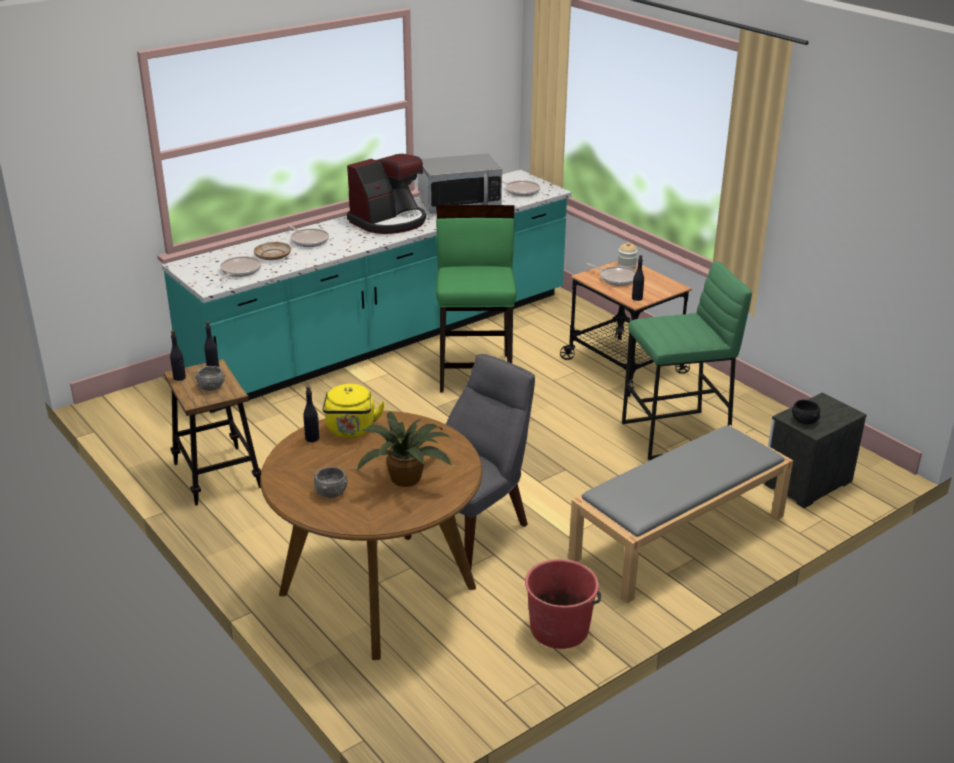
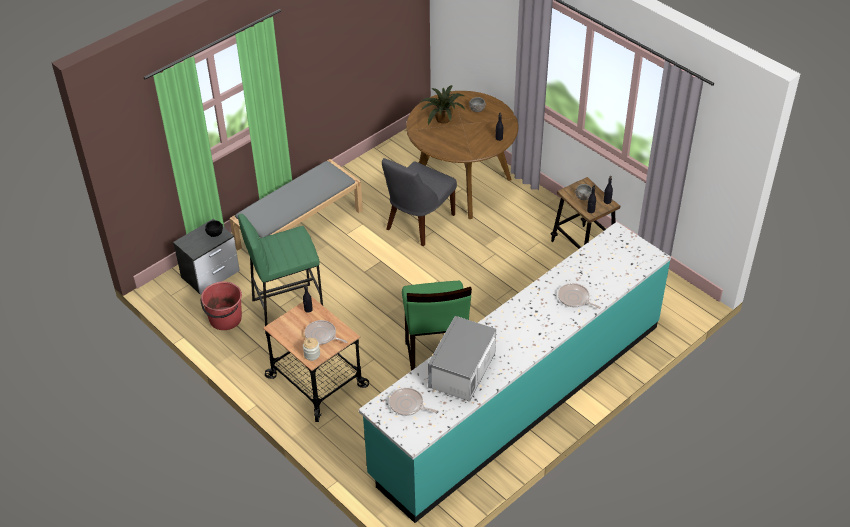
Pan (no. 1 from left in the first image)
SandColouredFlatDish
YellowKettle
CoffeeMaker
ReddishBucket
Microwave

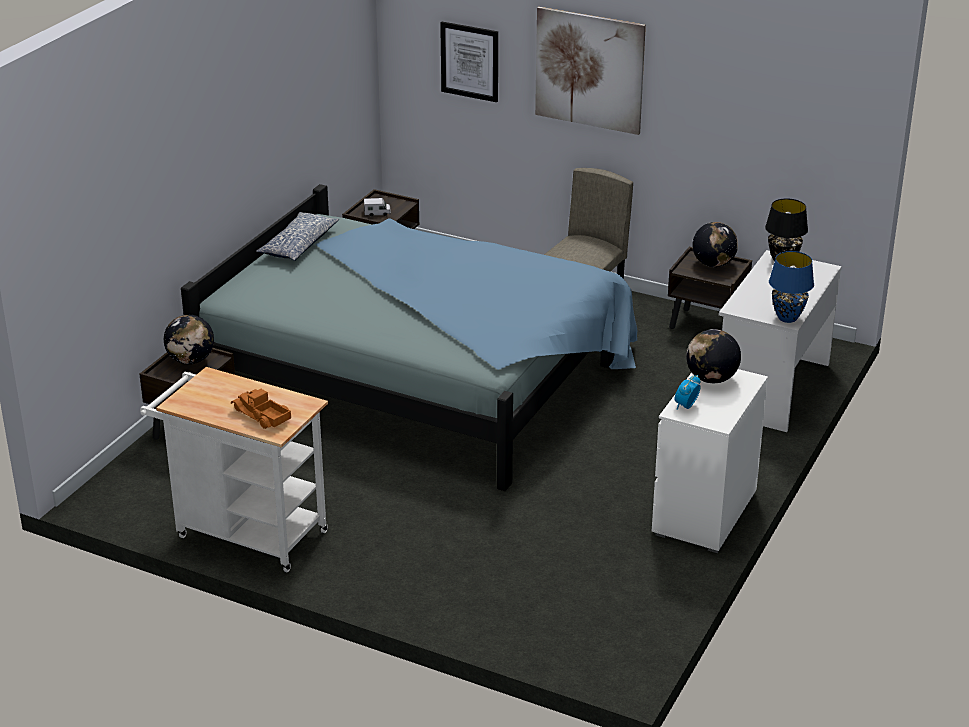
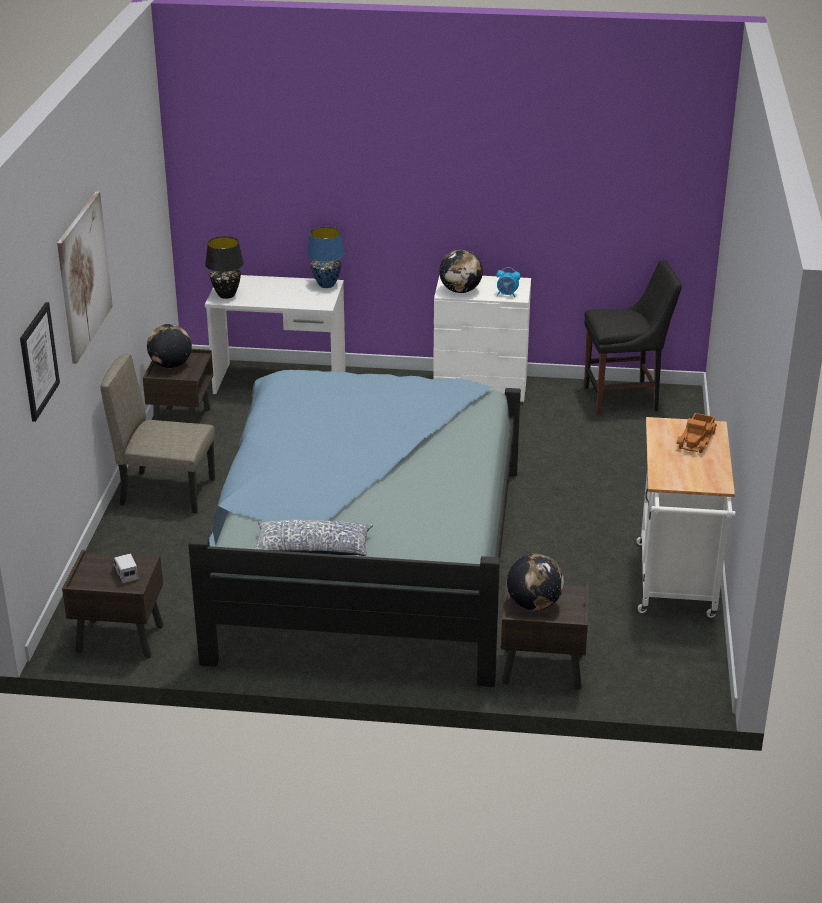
BlackChair

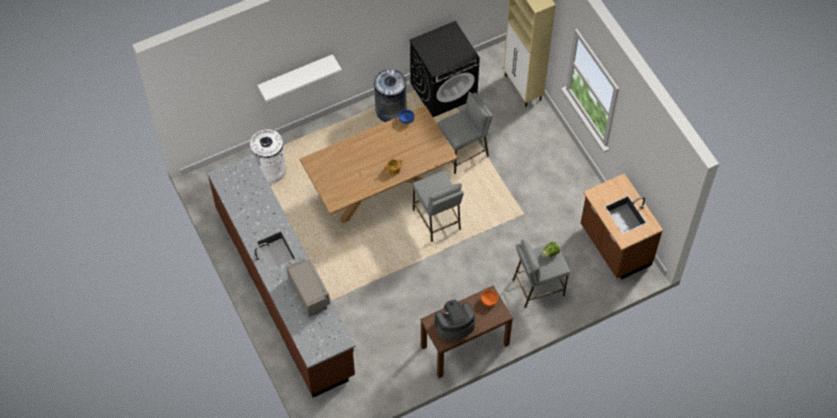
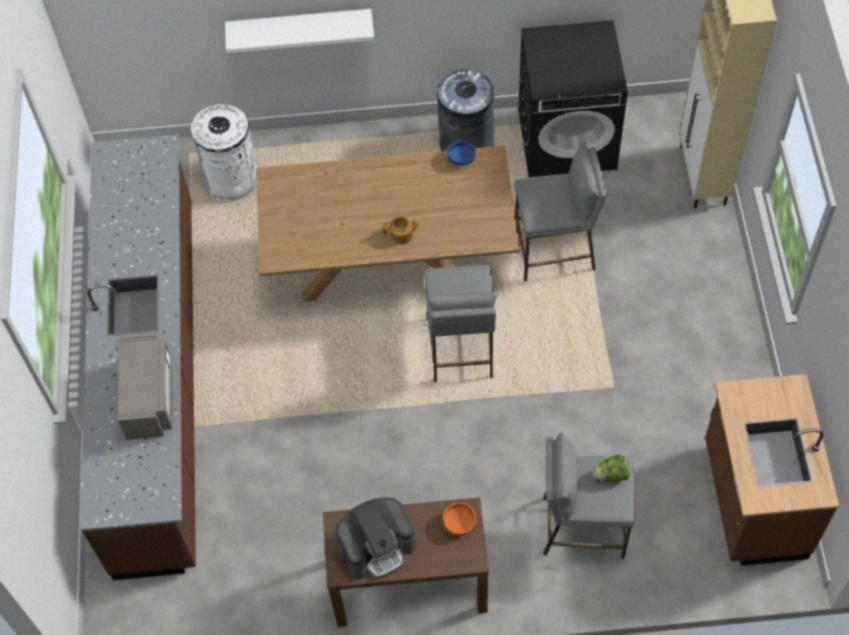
CoffeeMaker

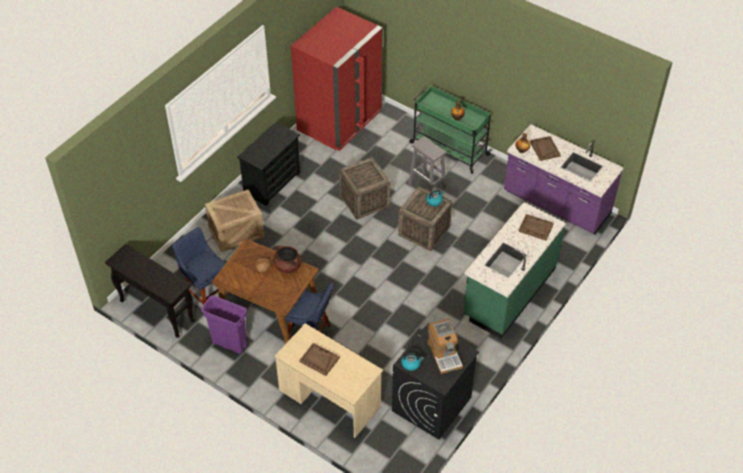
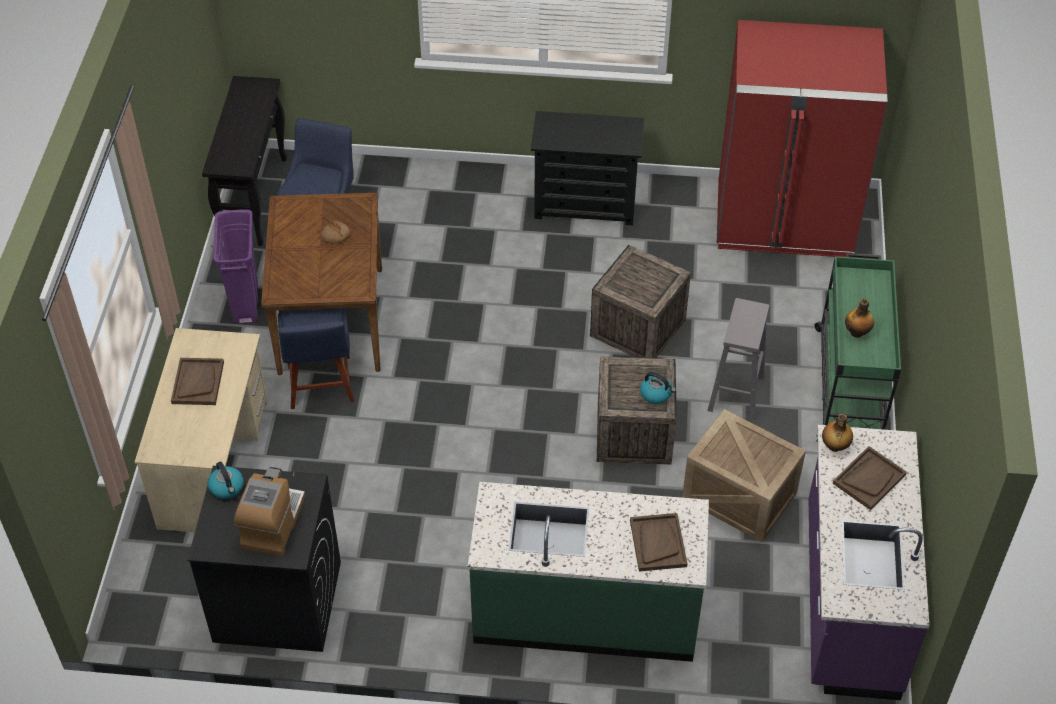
BrownStockpot
PackingCrate (no. 3 from left)
CoffeeMaker

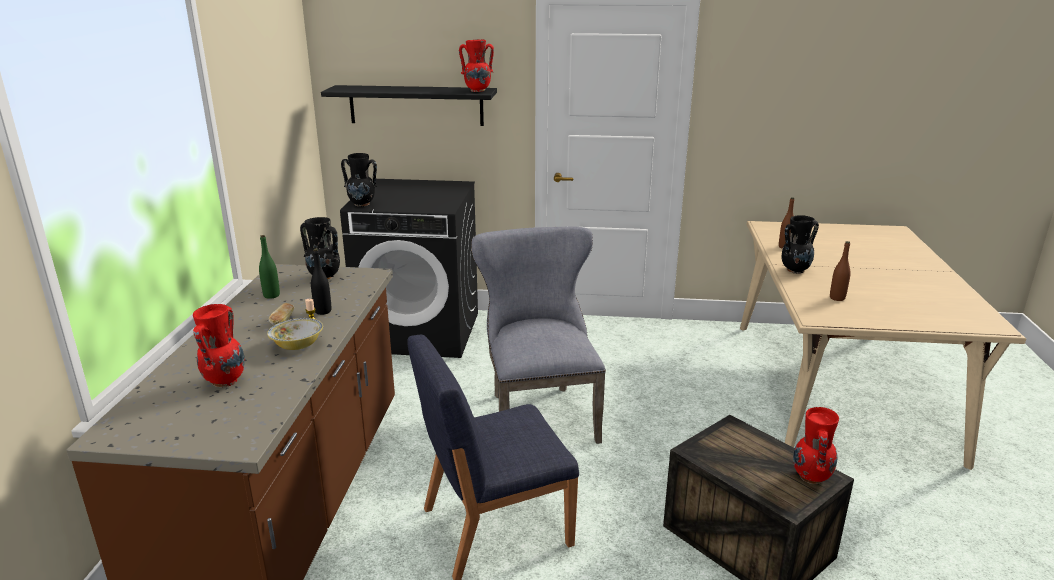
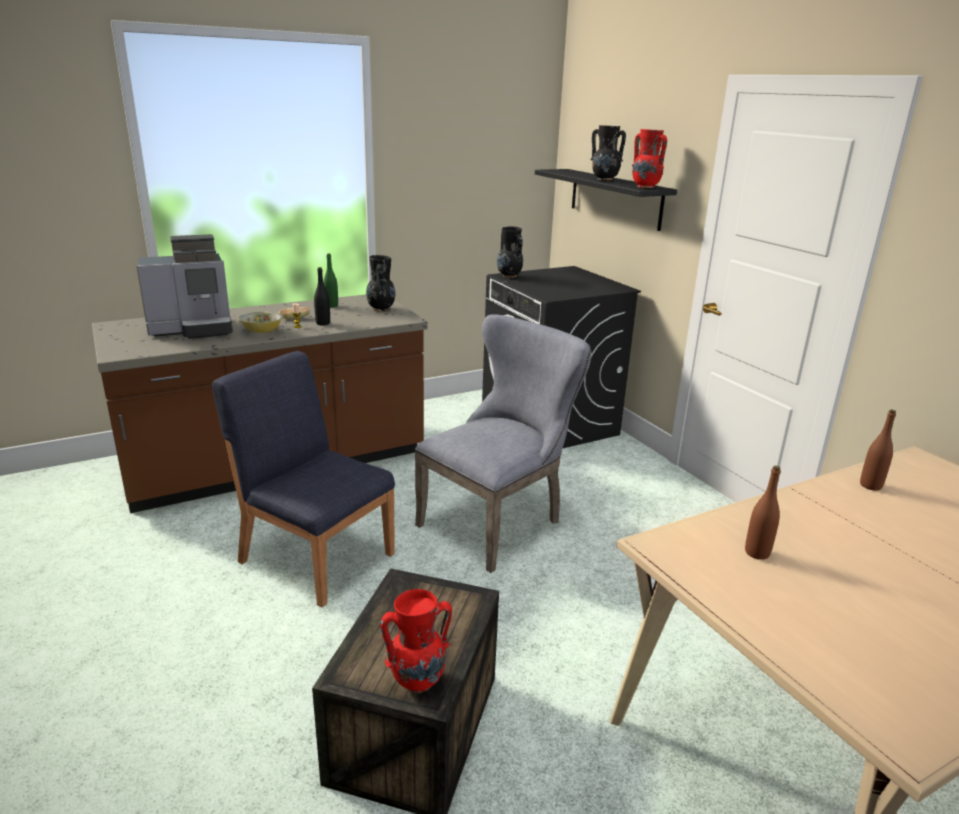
BlackFlowerVase (no. 3 from left)
CoffeeMaker

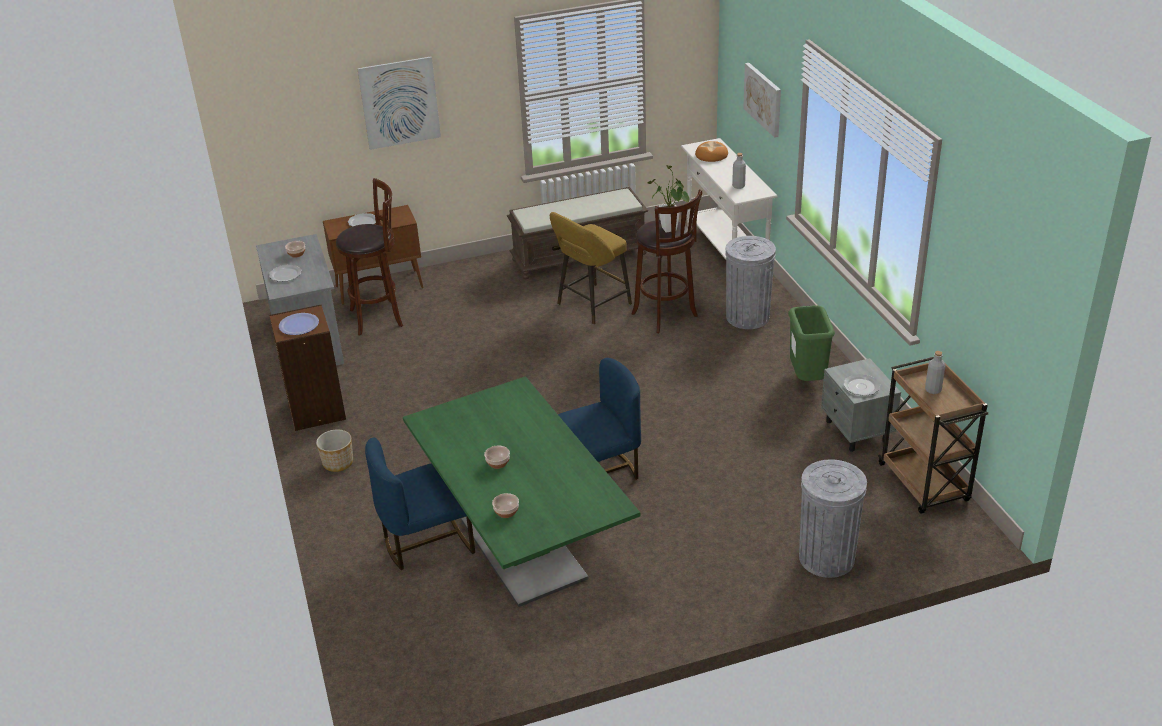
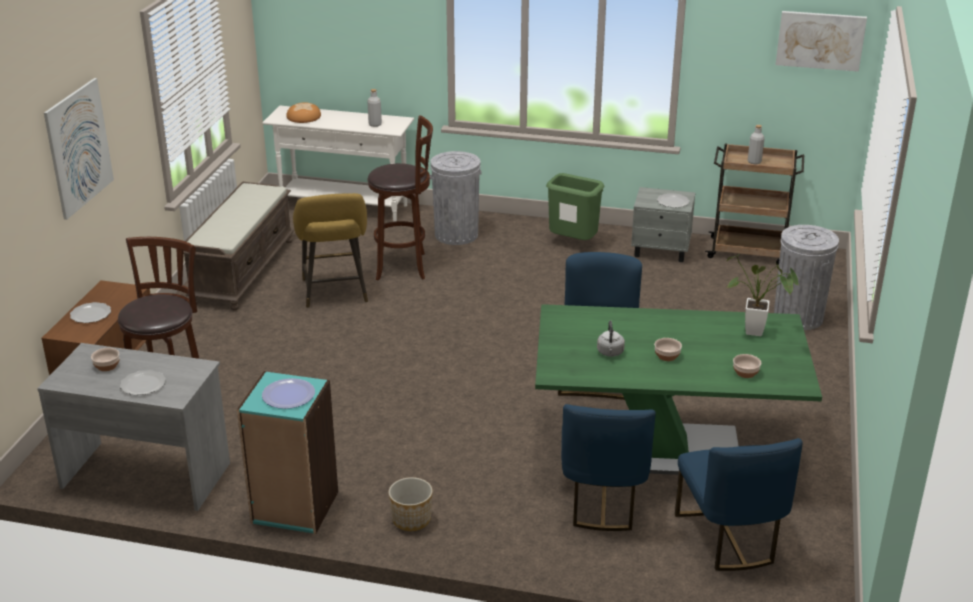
GreyishKettle
BlueColouredChair (no. 3 from left)
Houseplant
WallArt (no. 2 from left)
BlueGreenBookshelf

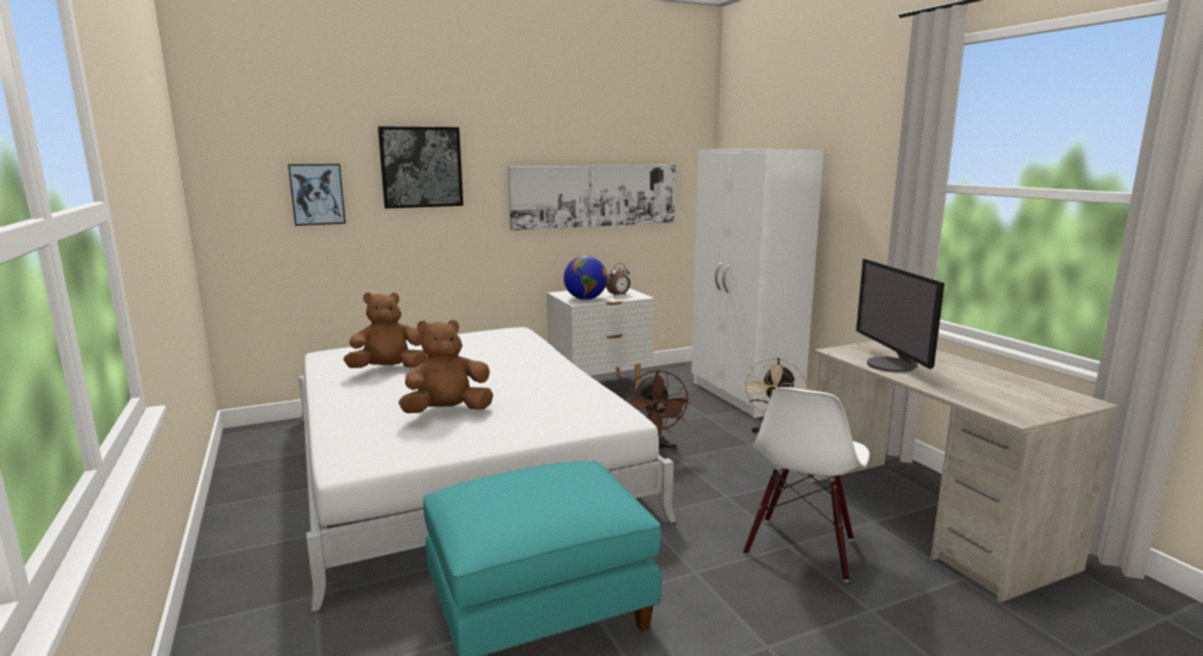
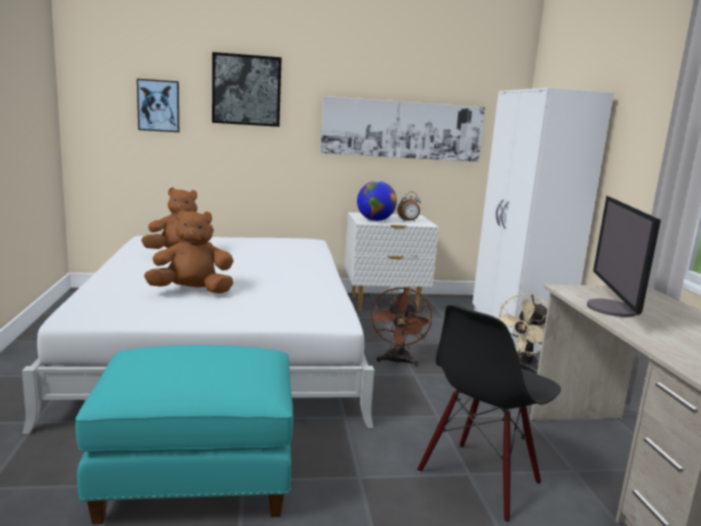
BlackChair

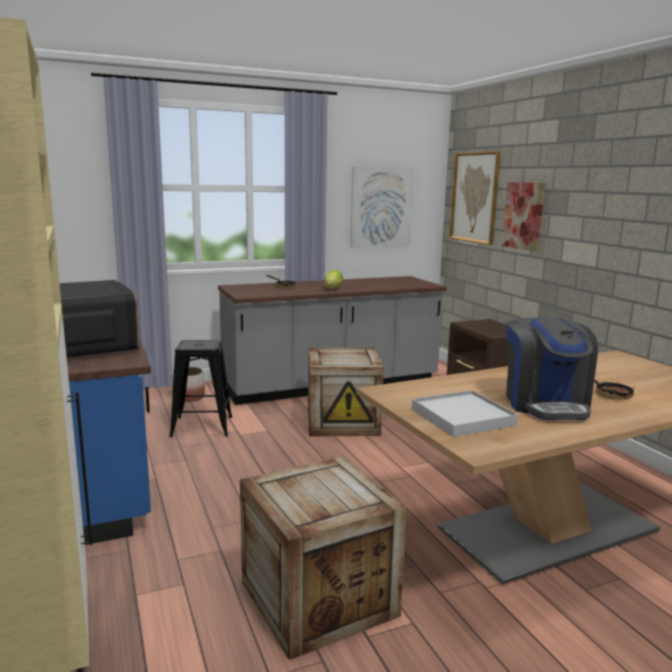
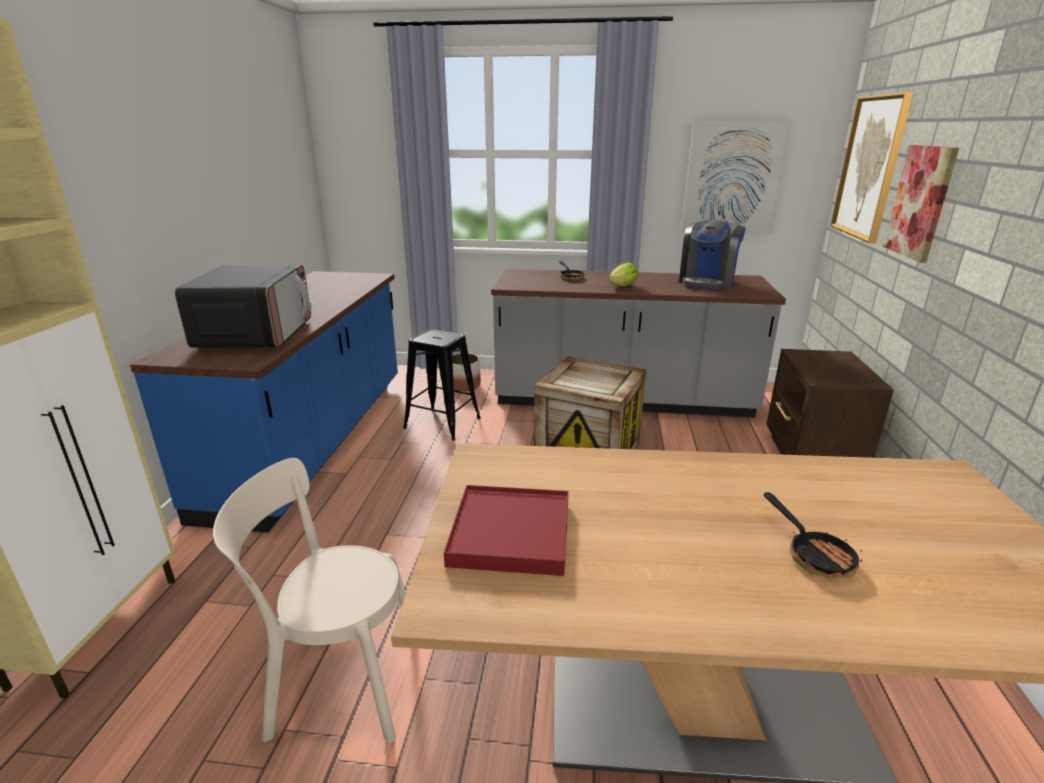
CoffeeMaker
SandColouredChair
ReddishServingTray

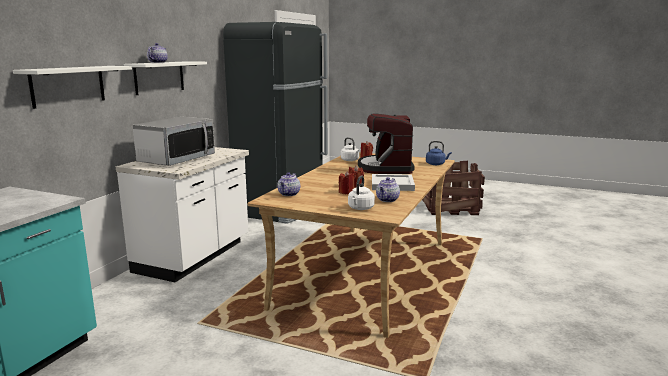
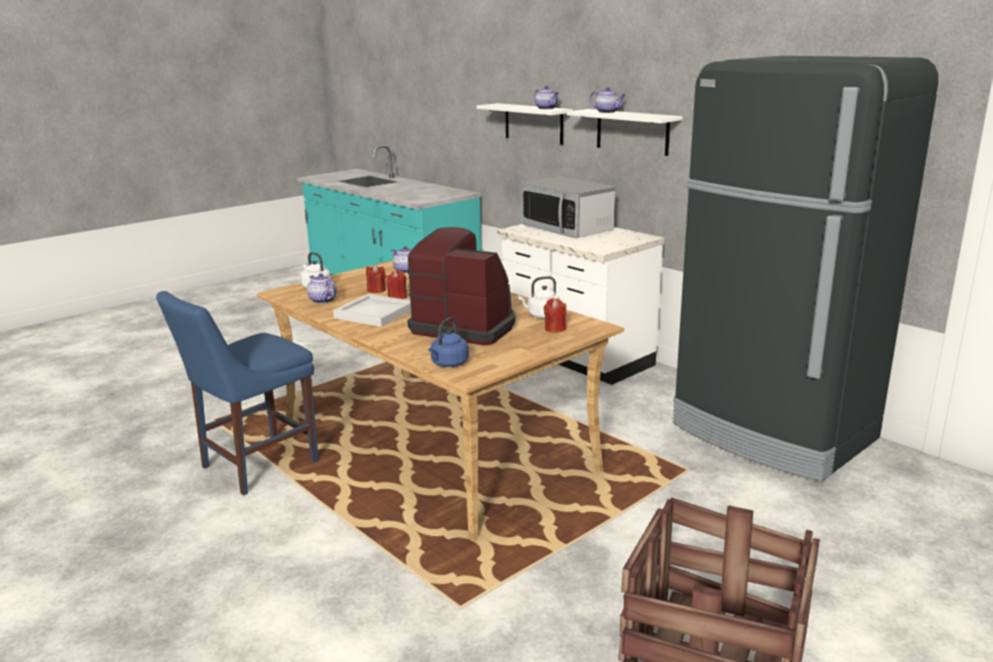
BlueColouredChair
Teapot (no. 3 from left)

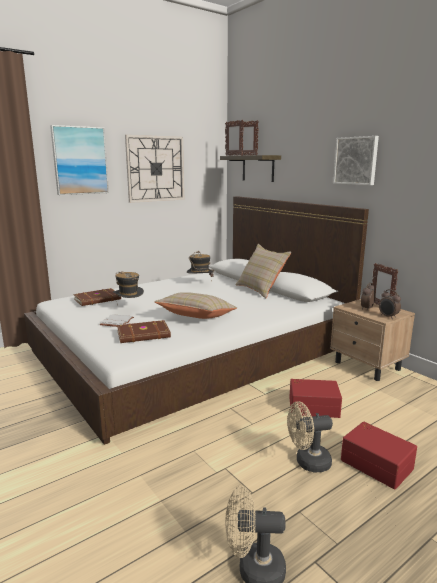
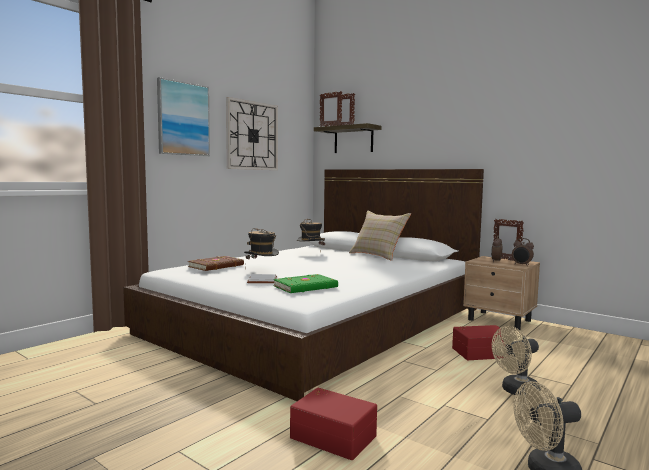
SandColouredThrowPillow (no. 1 from left in the first image)
WallArt (no. 2 from left in the first image)
ReddishStorageContainer (no. 1 from left)
GreenishBoundBook

